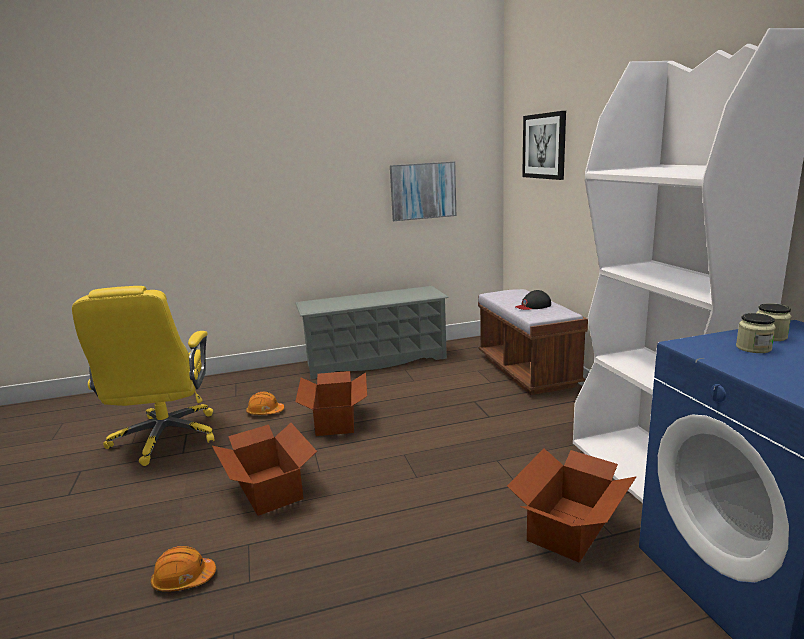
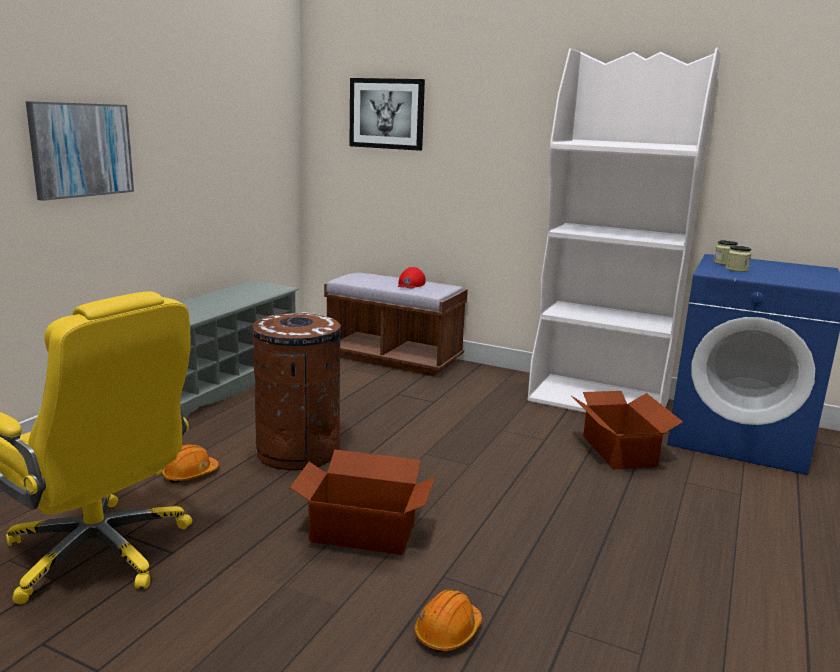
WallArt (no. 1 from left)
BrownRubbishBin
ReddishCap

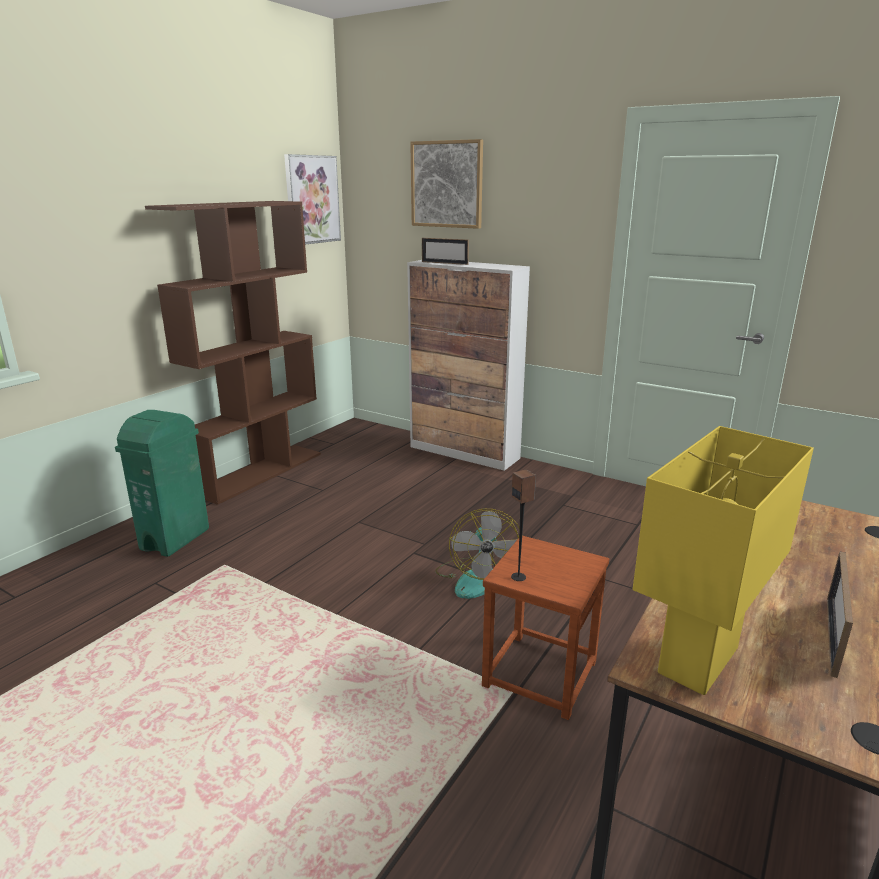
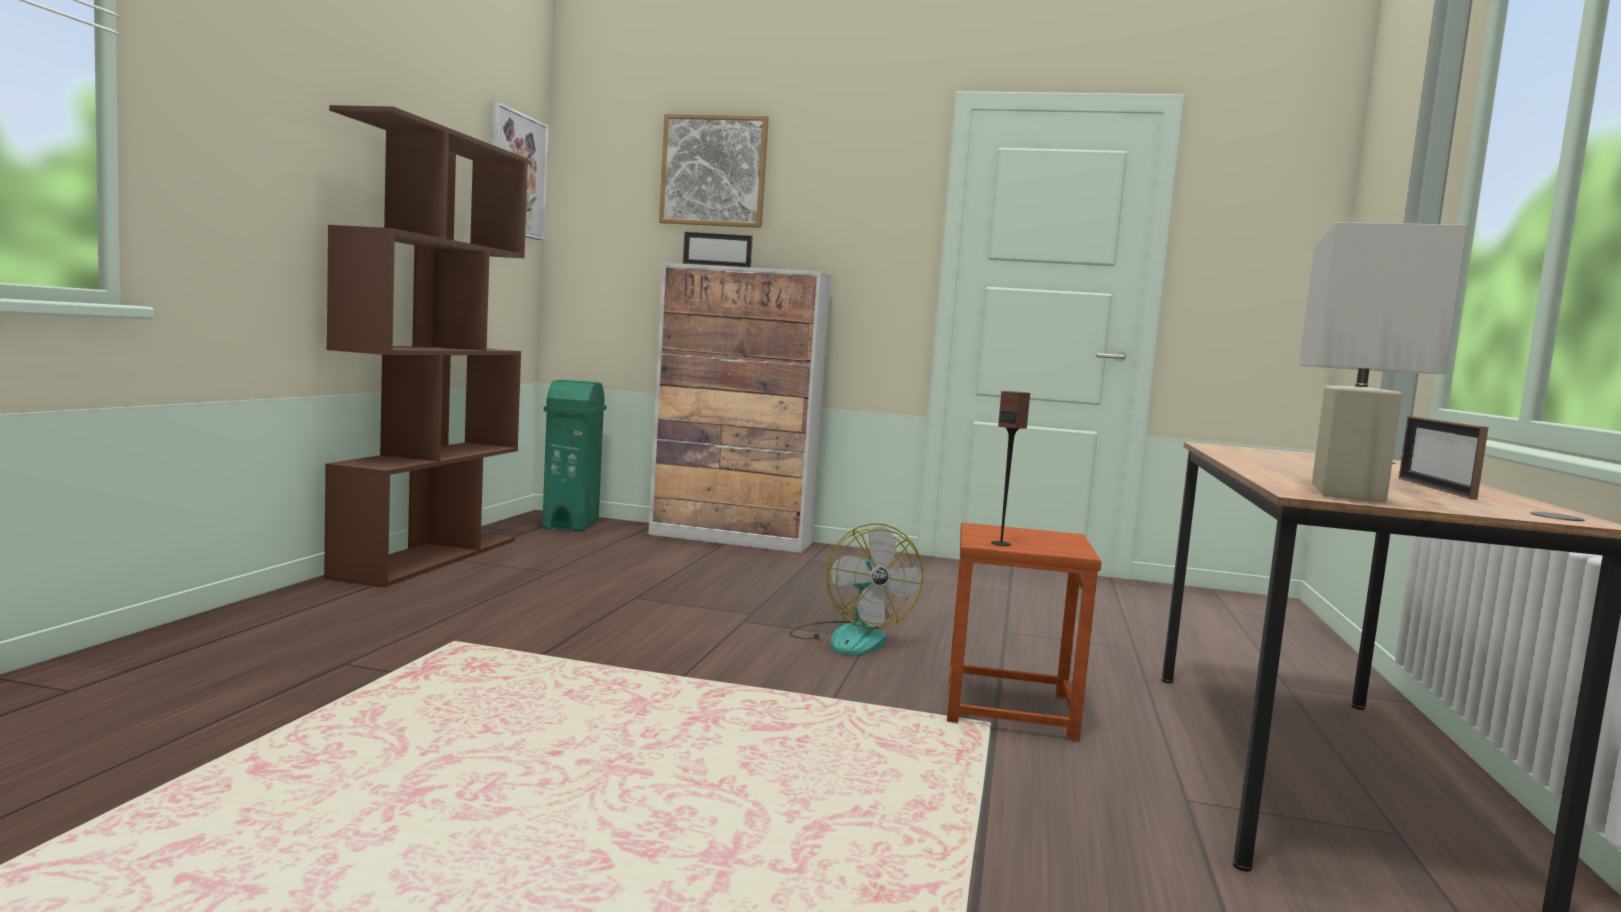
GreenishRubbishBin
WhiteColouredTabletopLamp

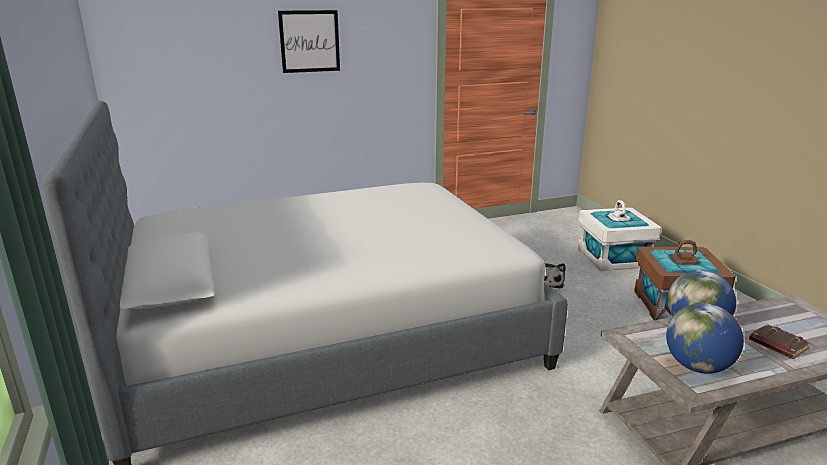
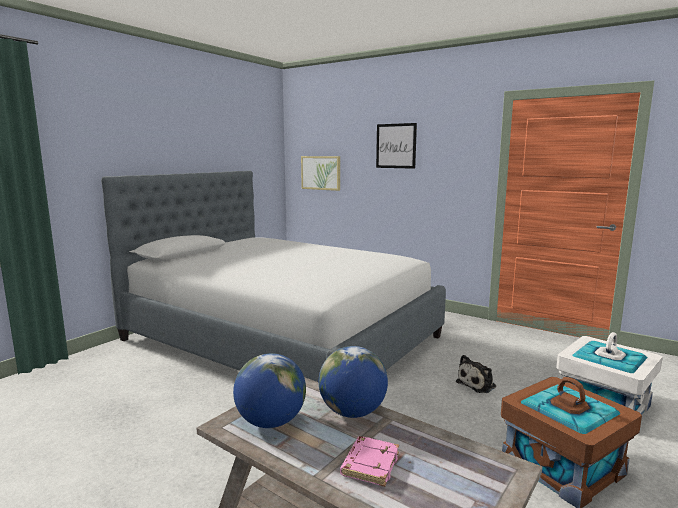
WallArt (no. 1 from left)
PinkishBoundBook

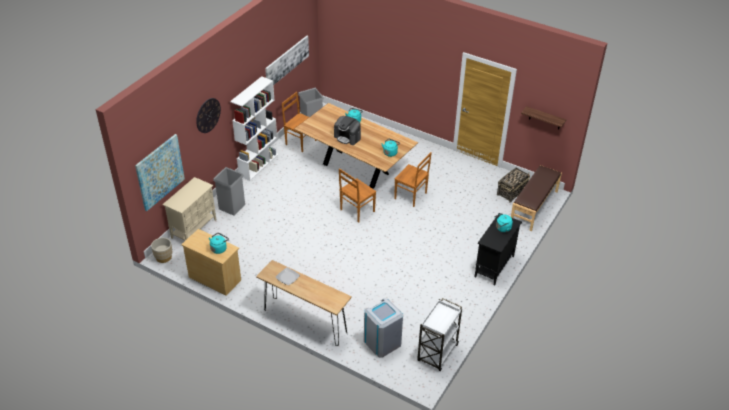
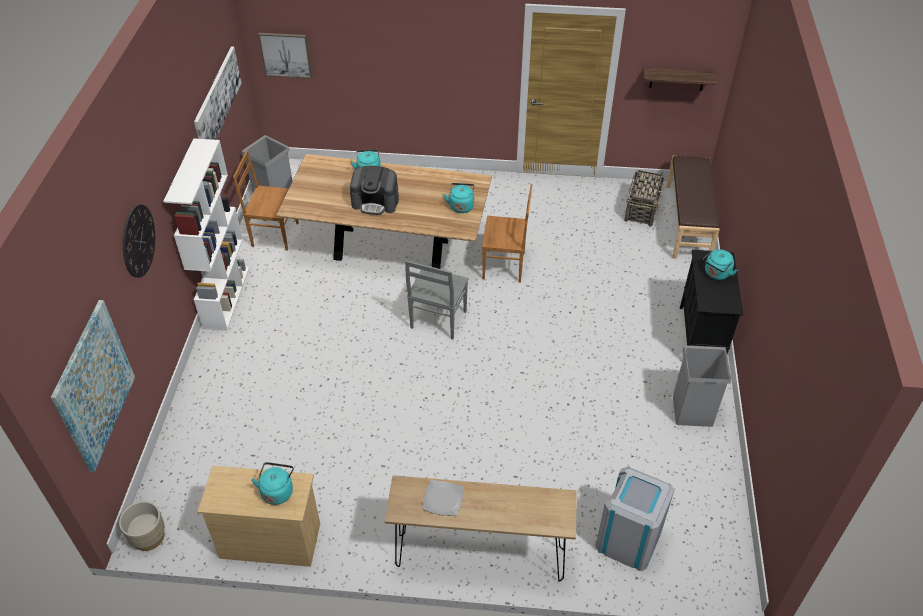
SandColouredStorageCabinet
WhiteColouredCart
WallArt (no. 3 from left)
GreyishRubbishBin (no. 3 from left)
GreyishChair

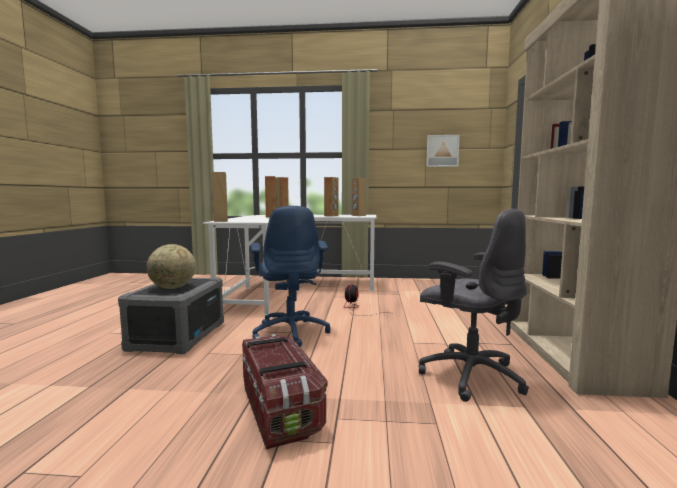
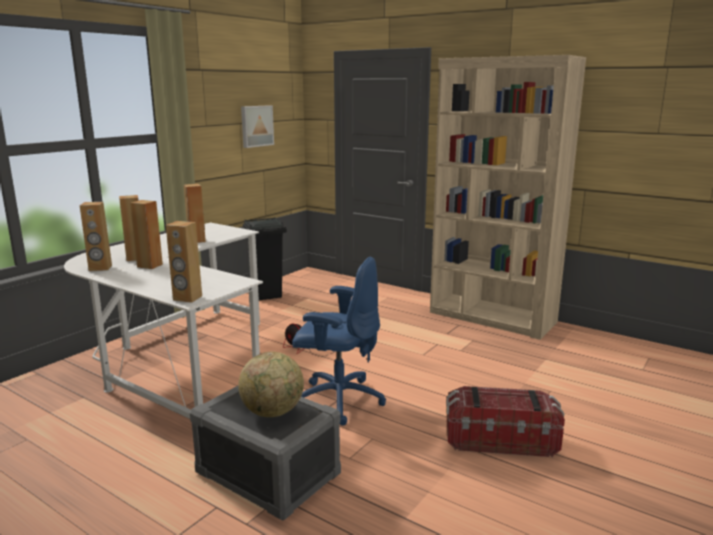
GreyishDeskChair
BlackRubbishBin
BrownSpeaker (no. 1 from left)

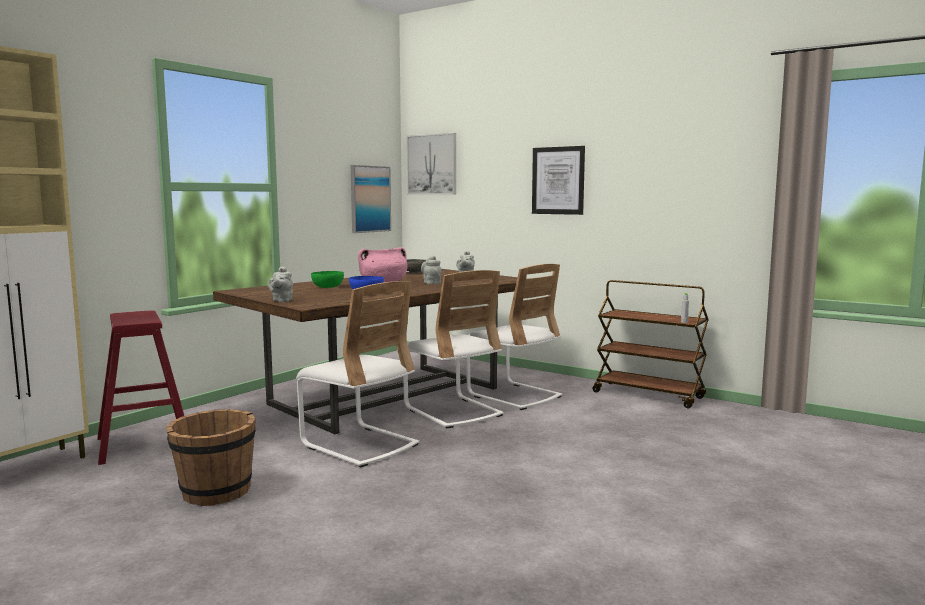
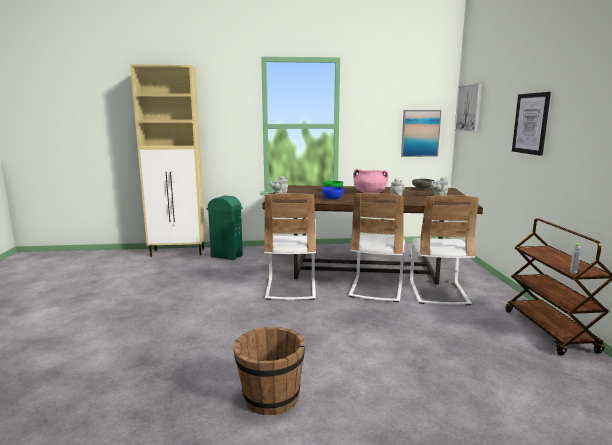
BrownBucket
GreenishRubbishBin

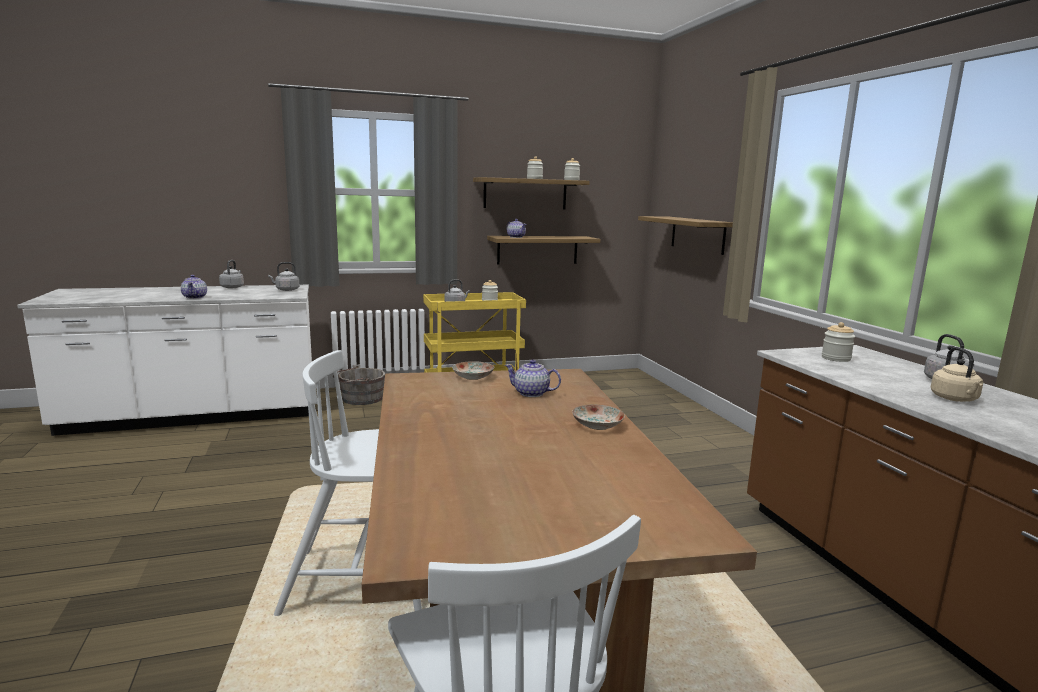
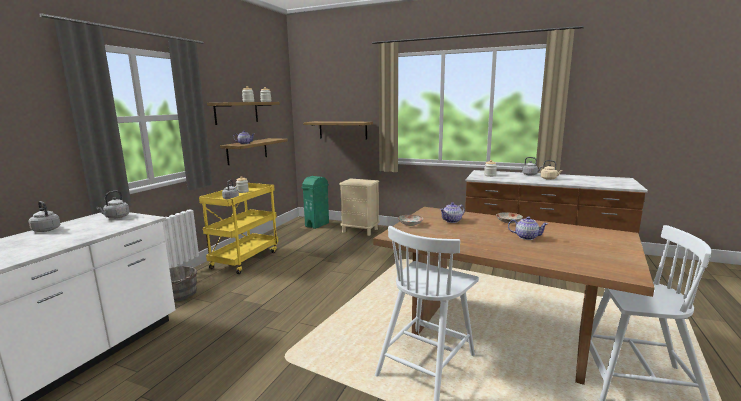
GreenishRubbishBin
SandColouredNightTable
Teapot (no. 3 from left)

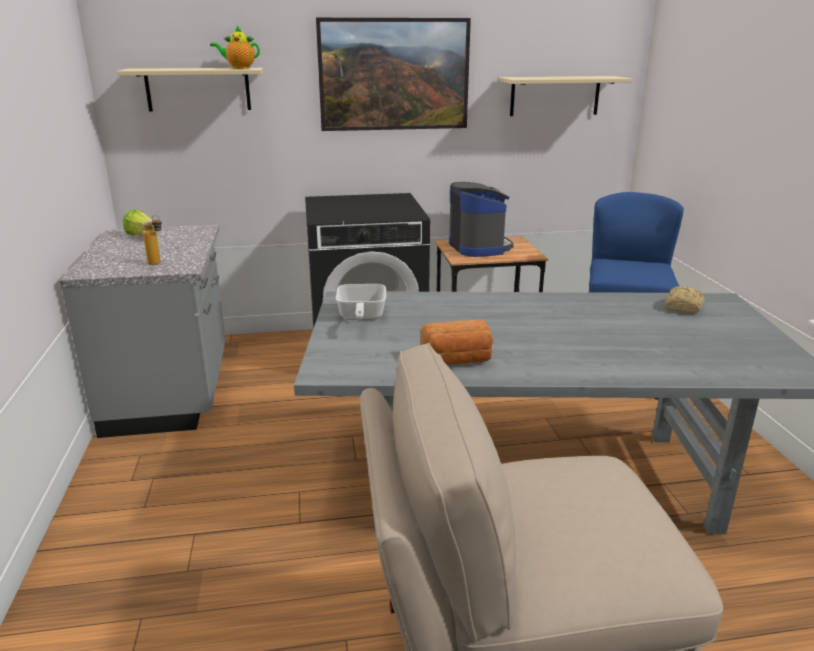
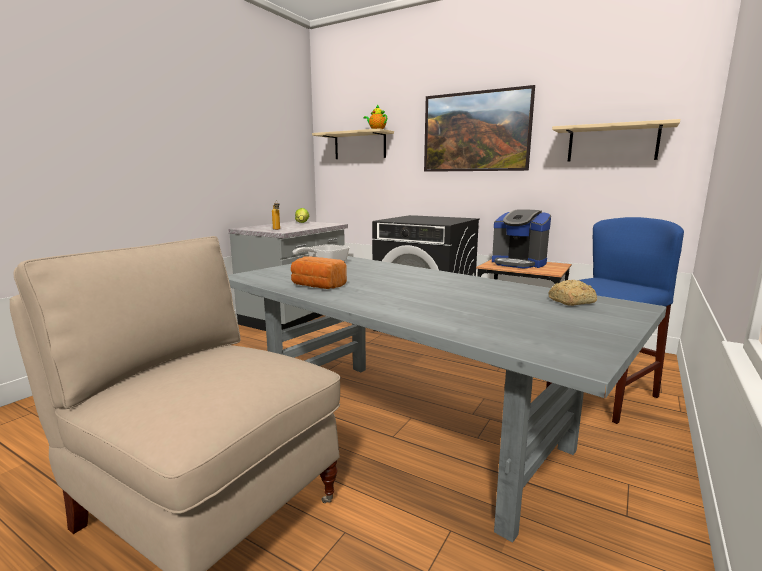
CoffeeMaker

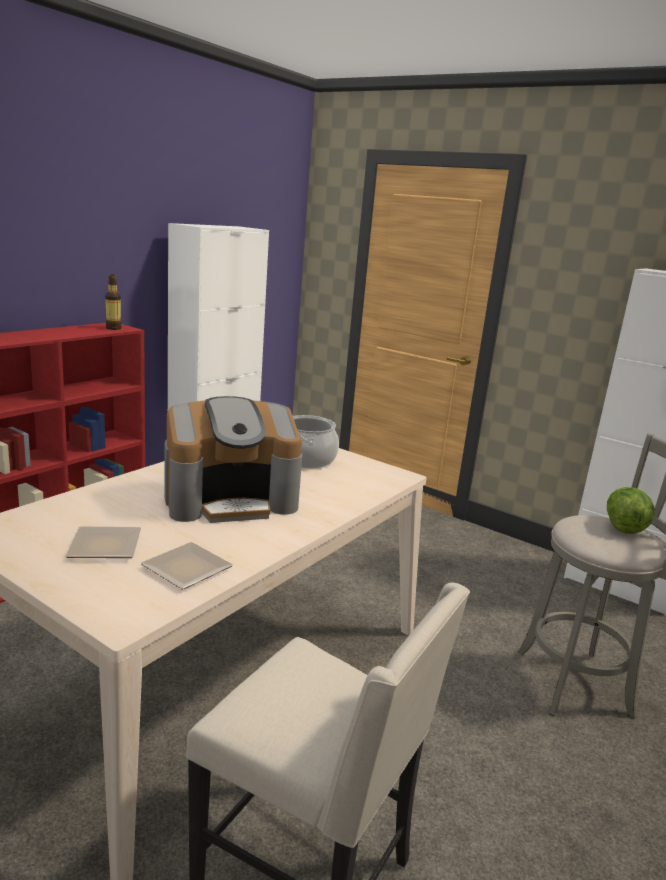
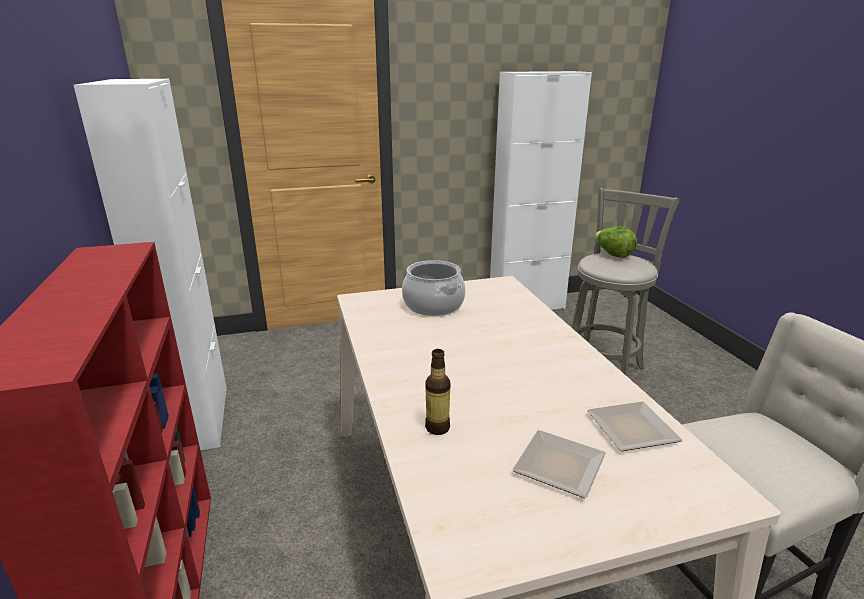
CoffeeMaker
Bottle

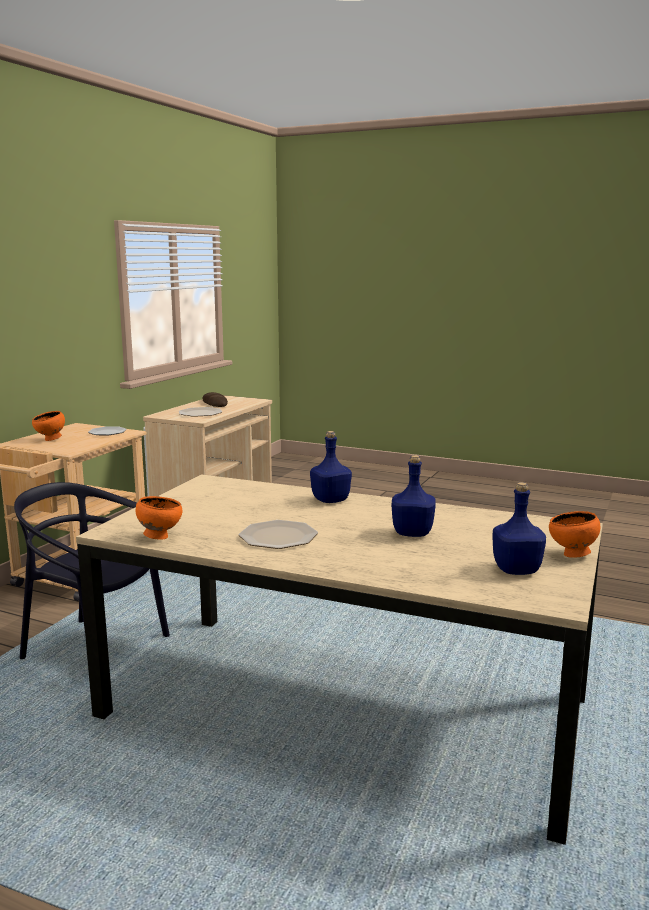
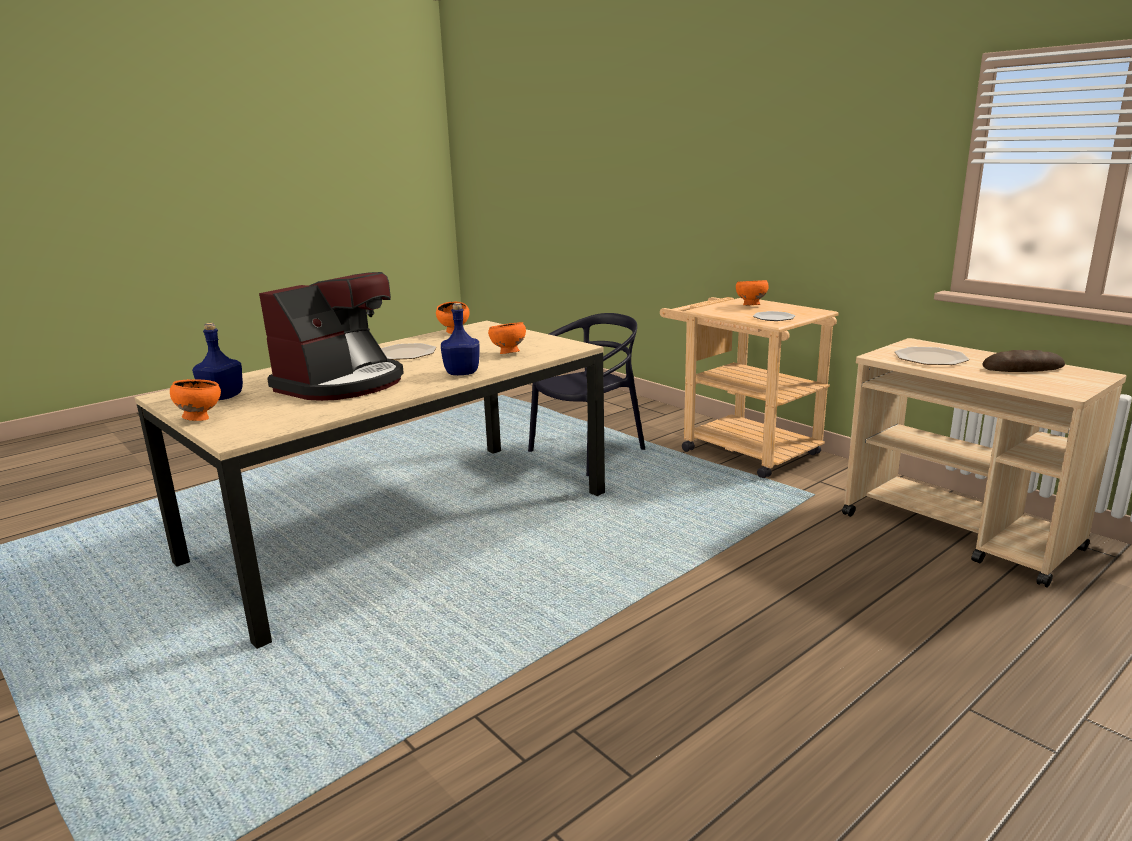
OrangeDeepDish (no. 3 from left)
CoffeeMaker

